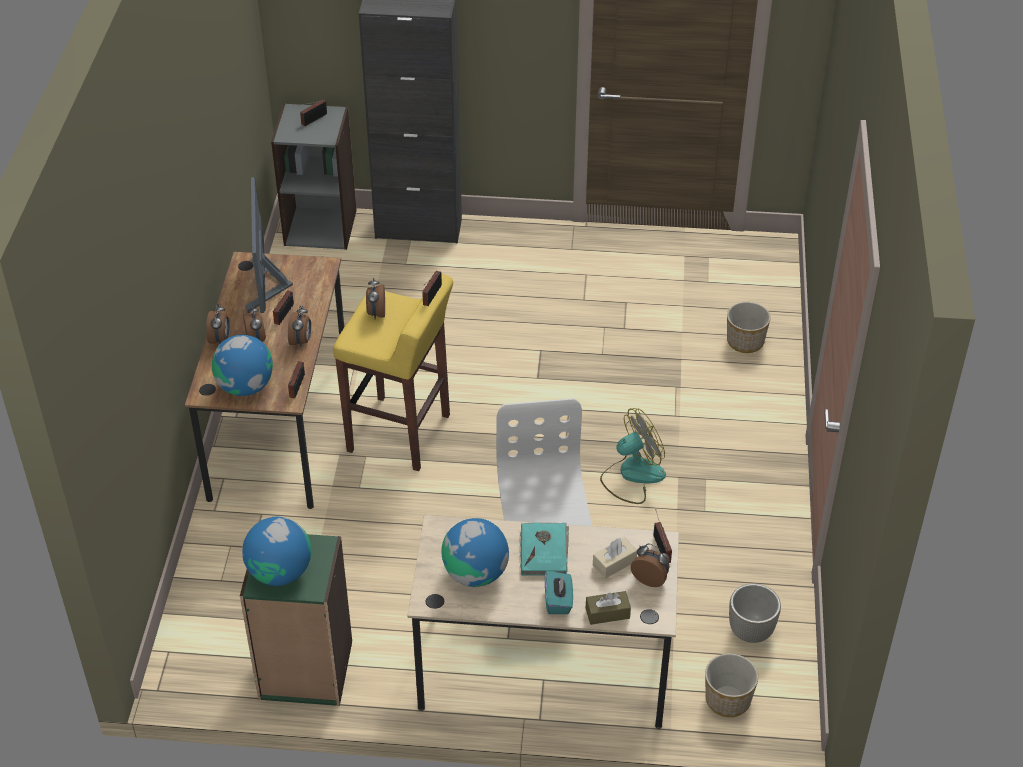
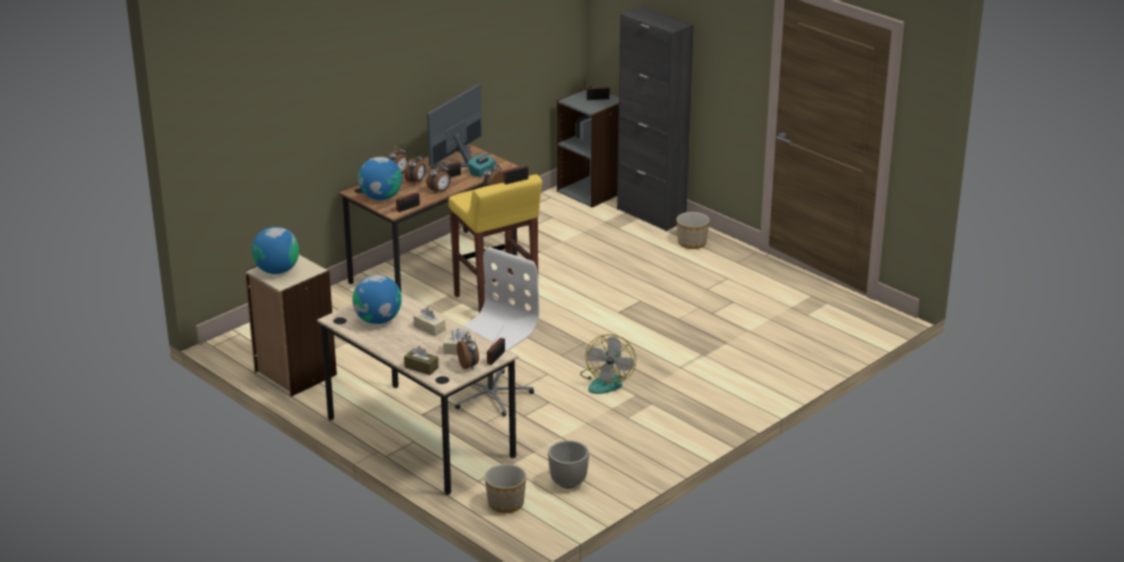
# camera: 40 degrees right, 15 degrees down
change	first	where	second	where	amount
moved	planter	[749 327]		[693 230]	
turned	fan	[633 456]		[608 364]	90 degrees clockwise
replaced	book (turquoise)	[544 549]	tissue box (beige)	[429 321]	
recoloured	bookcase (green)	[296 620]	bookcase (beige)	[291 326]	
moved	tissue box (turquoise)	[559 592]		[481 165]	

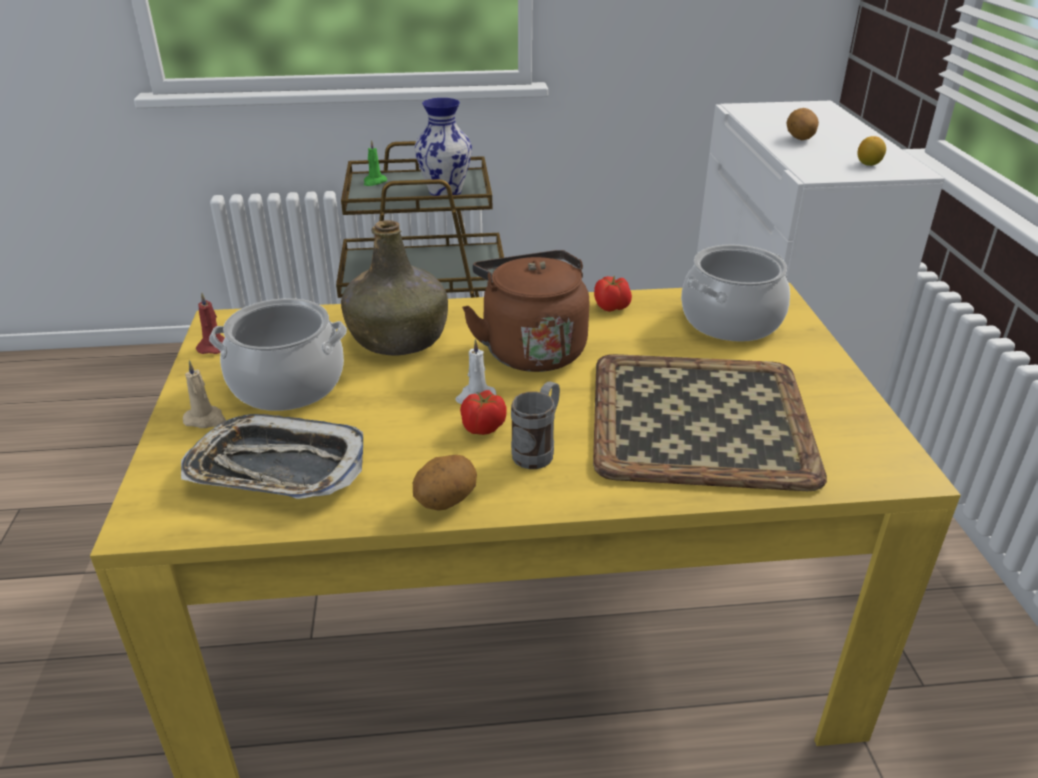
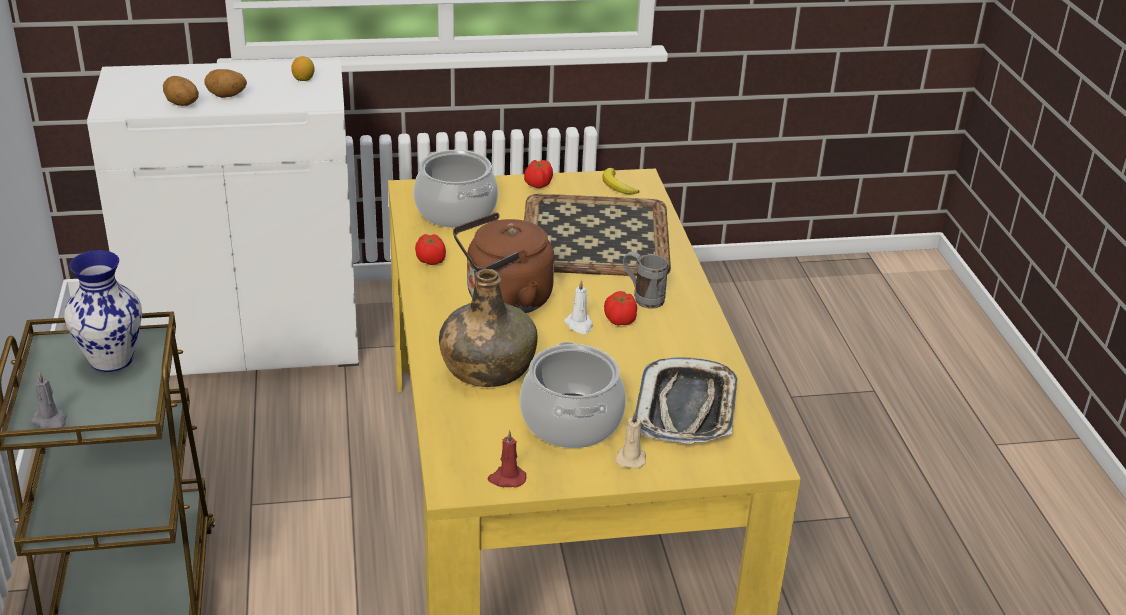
# camera: 95 degrees left, 0 degrees up
change	first	where	second	where	amount
recoloured	candle (green)	[375 163]	candle (grey)	[49 400]	
moved	potato	[445 483]		[181 91]	
added			tomato	[538 174]	
added			banana	[620 181]	

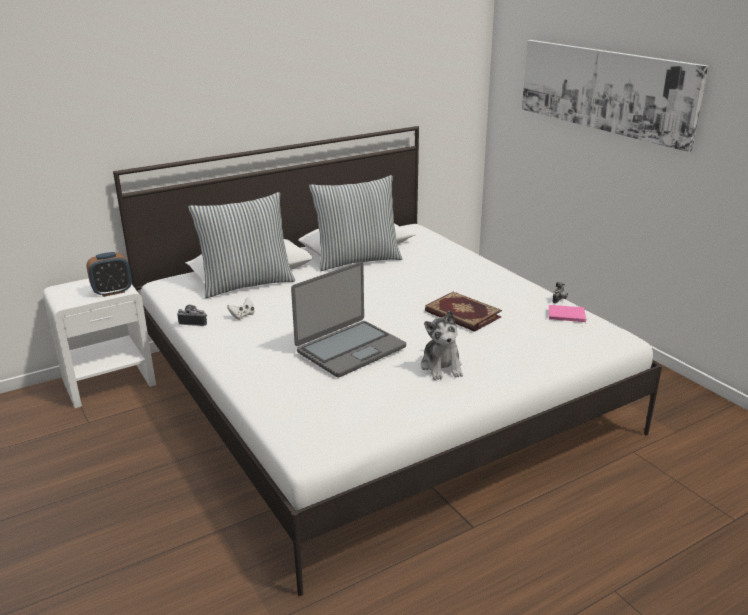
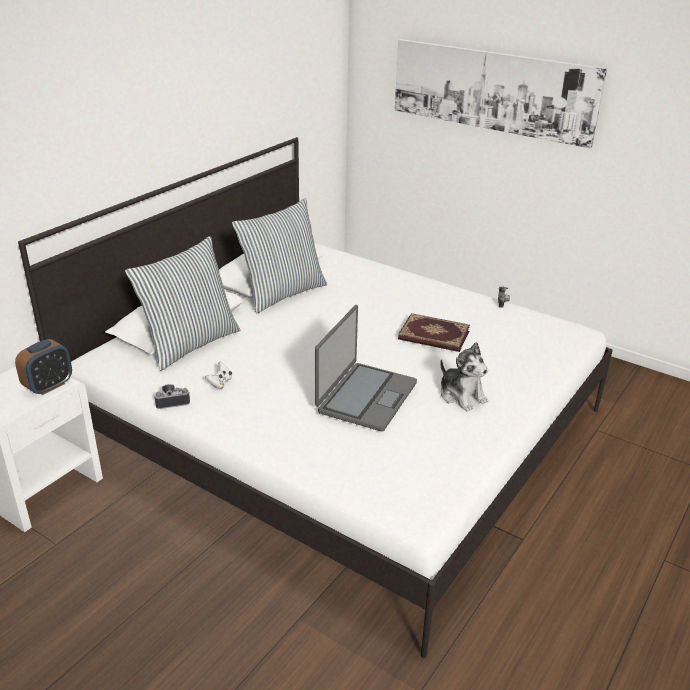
# camera: 25 degrees left, 5 degrees up
change	first	where	second	where	amount
removed	book (pink)	[568 314]			

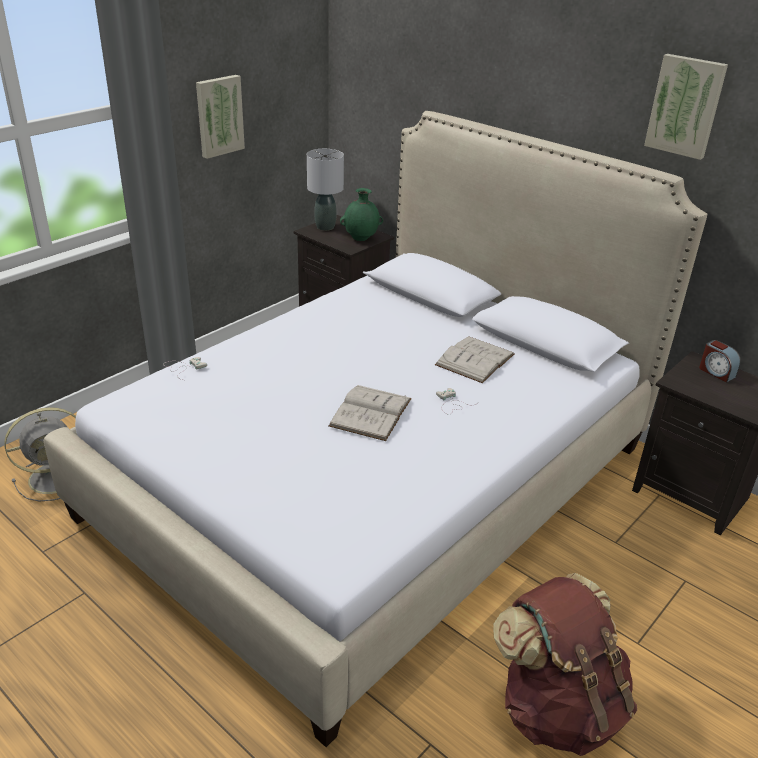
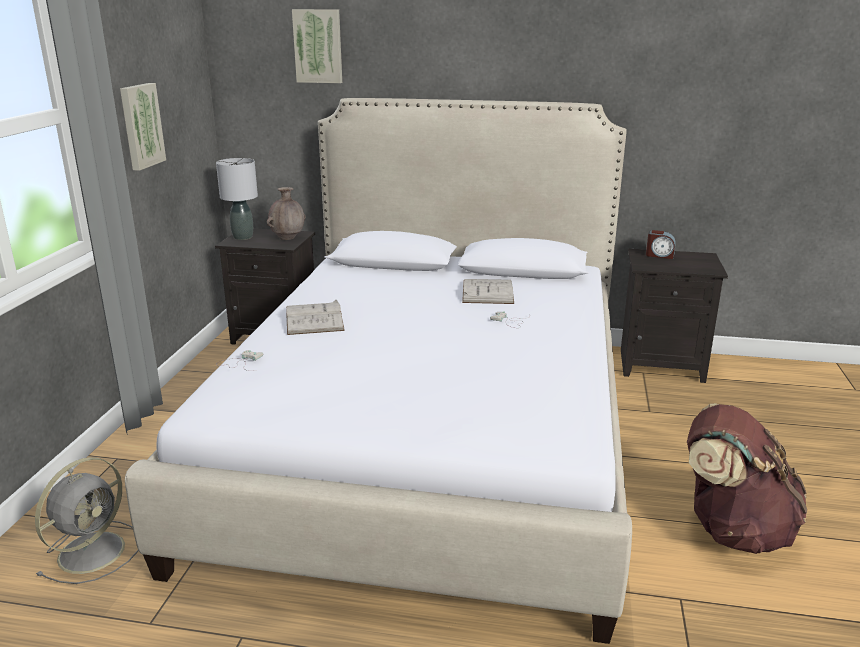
# camera: 30 degrees left, 10 degrees down
change	first	where	second	where	amount
moved	picture	[686 107]		[317 46]	
recoloured	vase (green)	[361 214]	vase (brown)	[286 213]	
moved	book (white)	[370 413]		[315 317]	

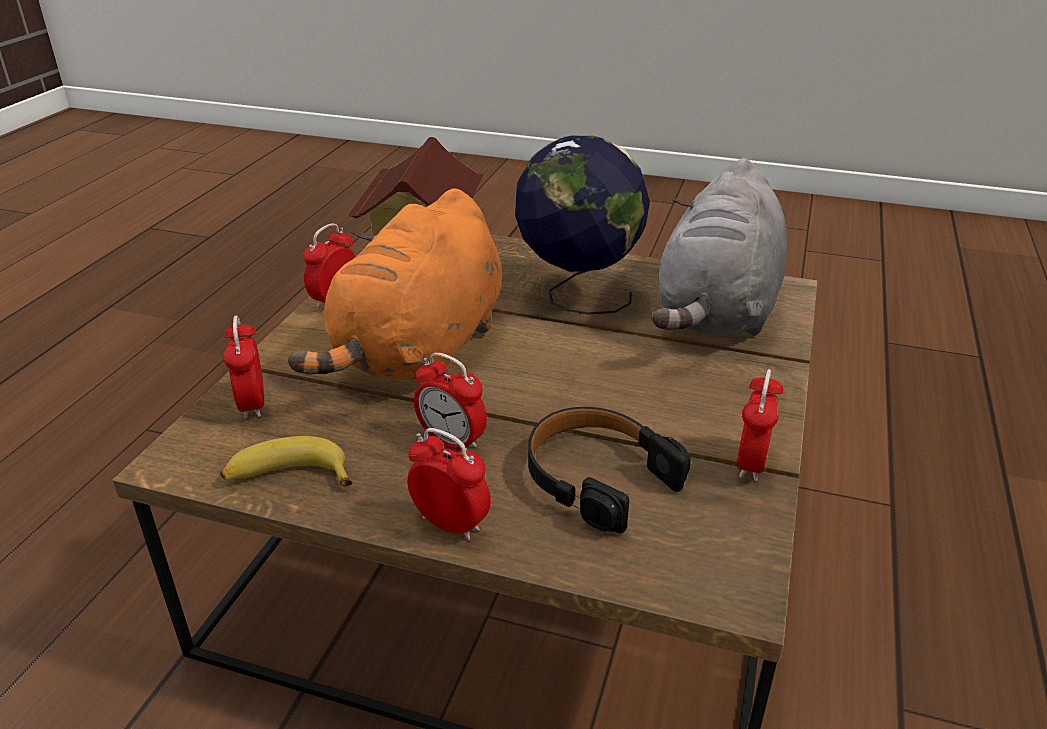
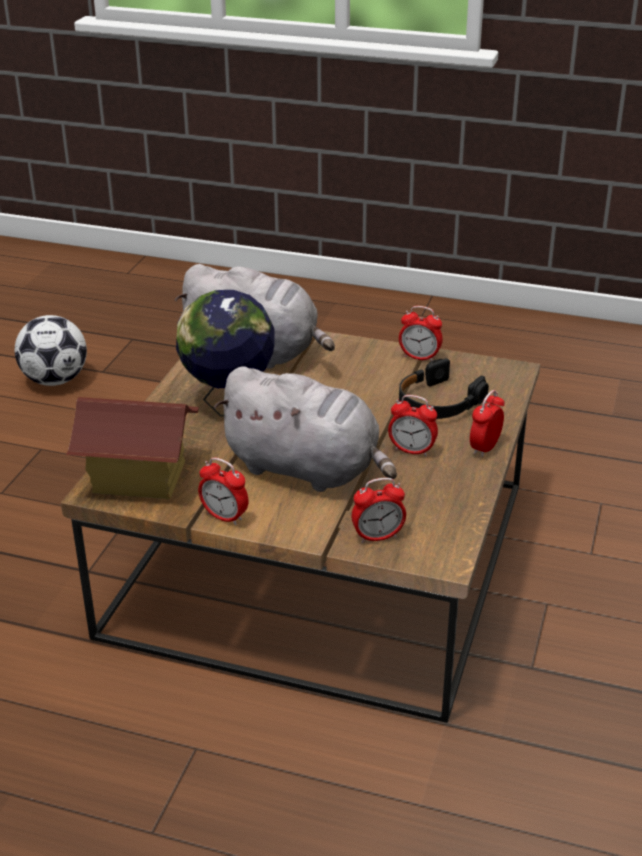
# camera: 90 degrees left, 0 degrees up
change	first	where	second	where	amount
recoloured	plush toy (orange)	[395 284]	plush toy (grey)	[305 429]	
turned	alarm clock	[450 401]		[413 425]	75 degrees clockwise
removed	banana	[286 461]			
added			football	[51 350]	

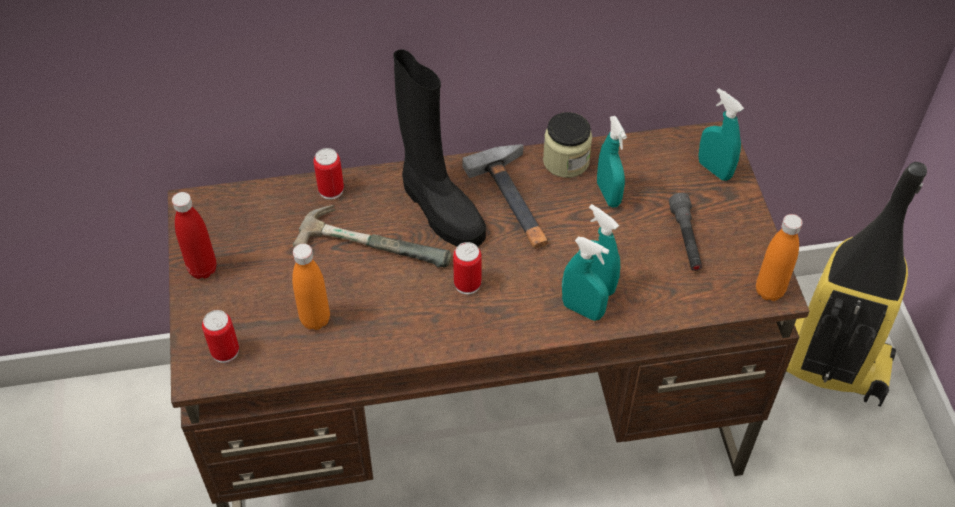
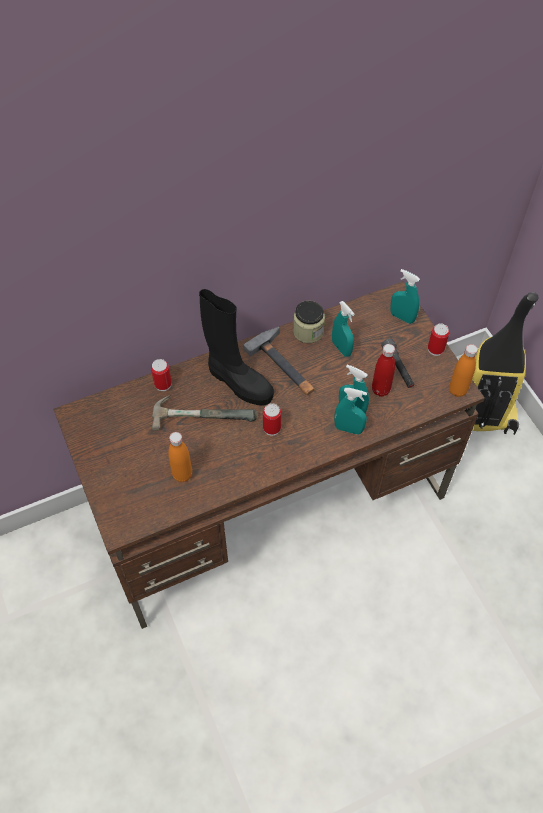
# camera: 15 degrees left, 5 degrees up
change	first	where	second	where	amount
moved	bottle (red)	[194 235]		[383 370]	
moved	can	[220 336]		[438 339]	

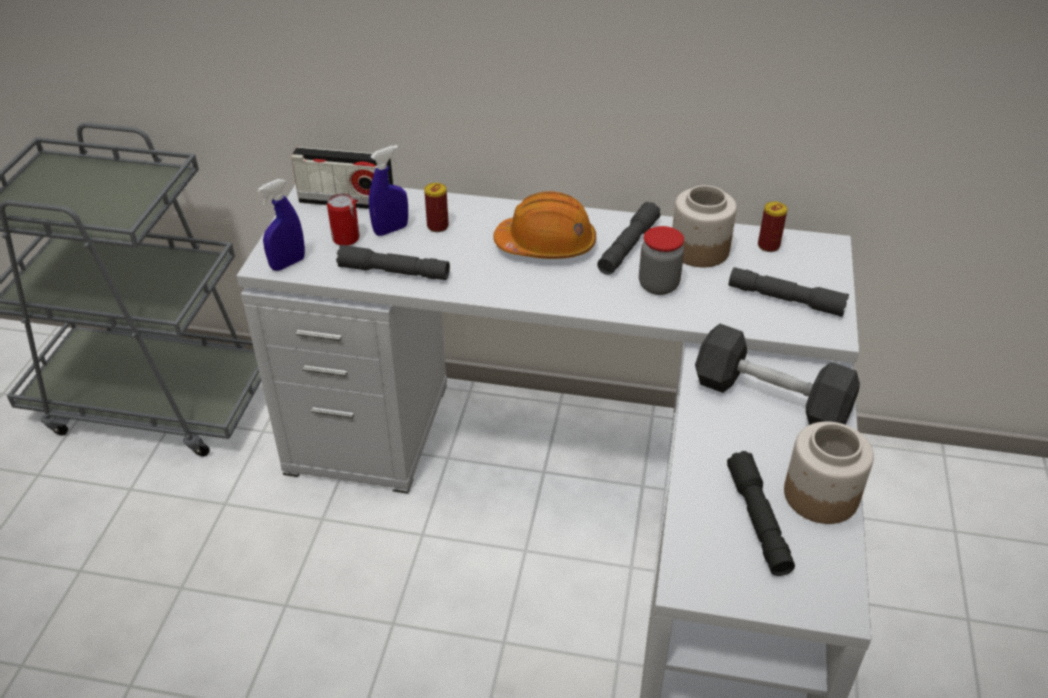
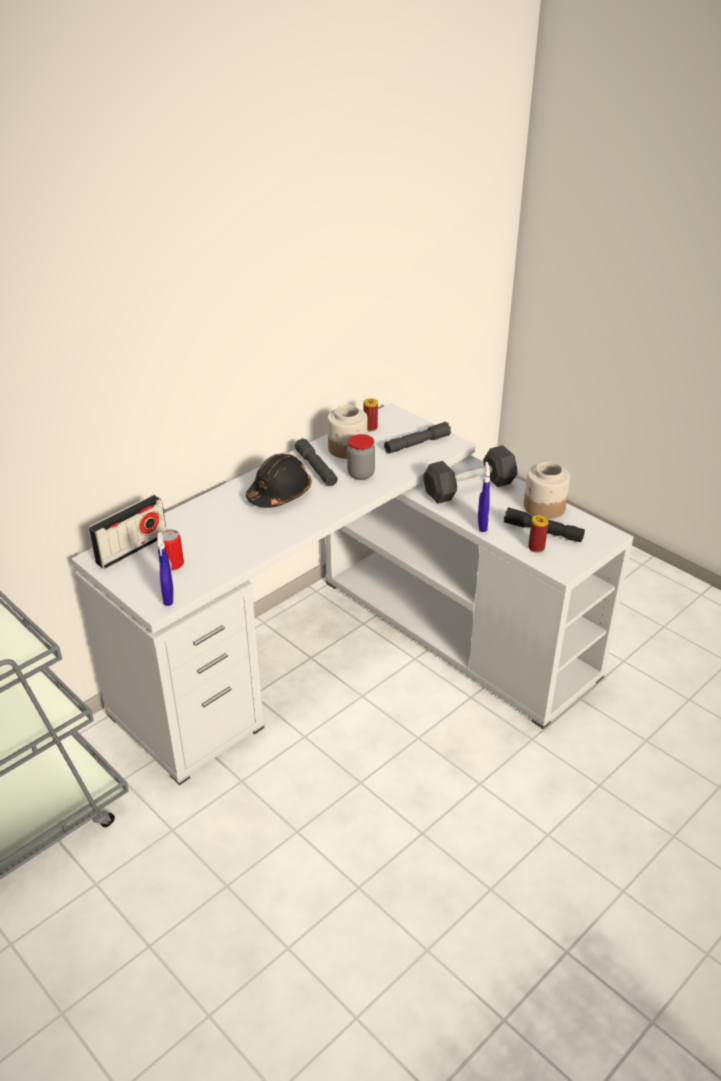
# camera: 55 degrees left, 5 degrees down
change	first	where	second	where	amount
moved	spray bottle (blue)	[388 190]		[484 497]	
moved	can	[436 207]		[538 534]	
recoloured	hard hat (orange)	[544 225]	hard hat (black)	[279 480]	
removed	flashlight (grey)	[393 262]			

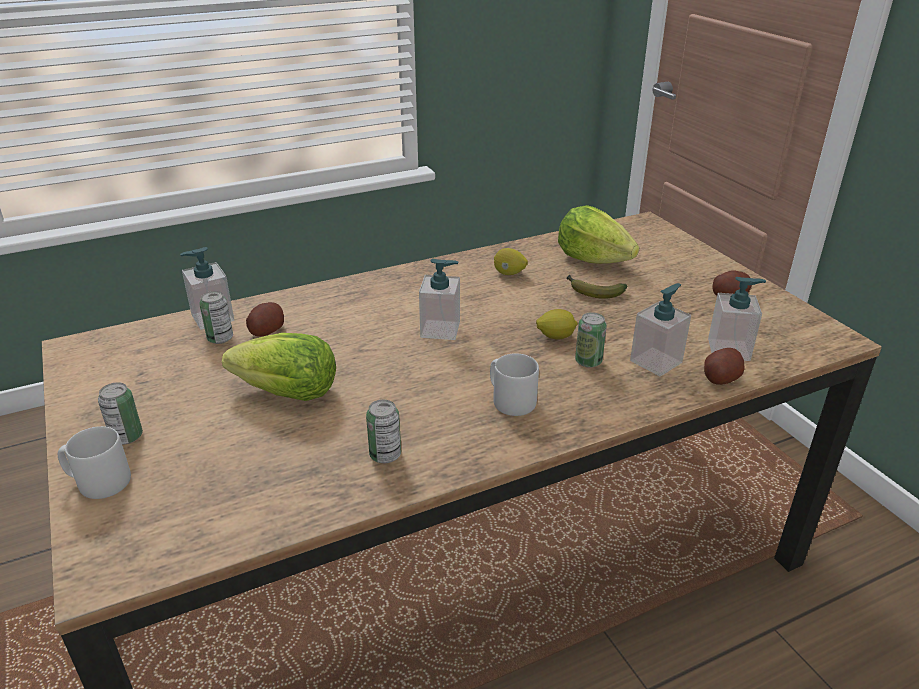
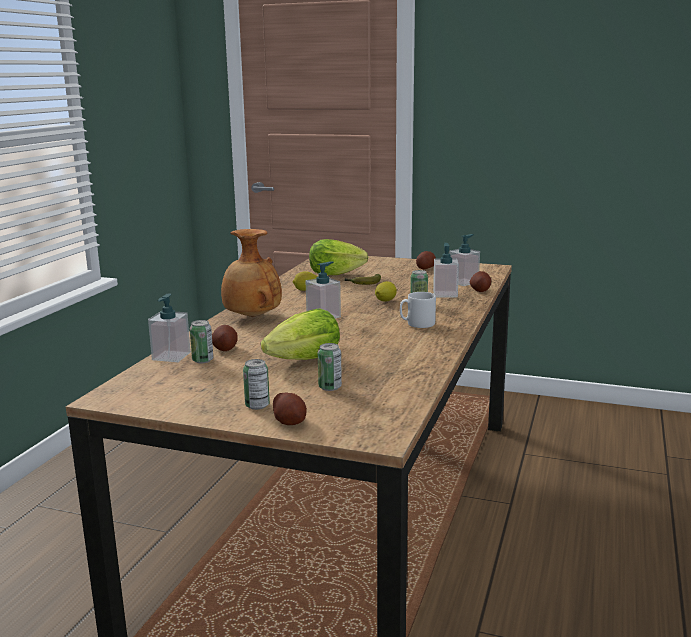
# camera: 45 degrees left, 15 degrees down
change	first	where	second	where	amount
moved	can	[383 431]		[330 367]	
replaced	mug (grey)	[94 462]	potato	[290 408]	
added			vase (brown)	[251 273]	

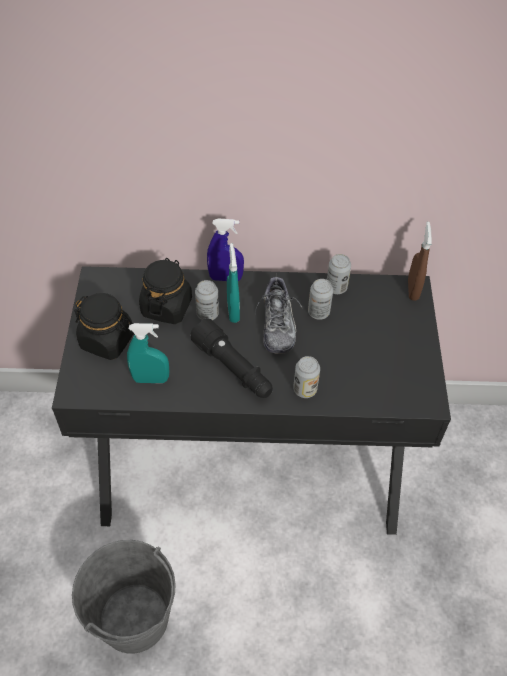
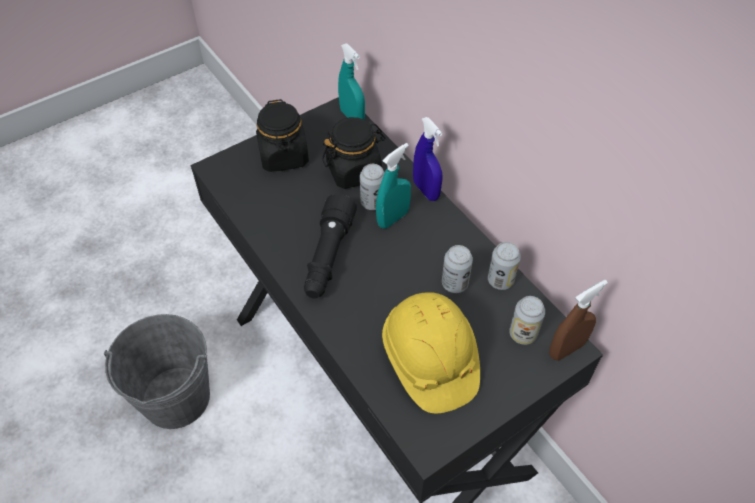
# camera: 55 degrees right, 0 degrees up
change	first	where	second	where	amount
removed	shoe	[278 314]			
moved	spray bottle (turquoise)	[148 353]		[351 82]	
moved	can	[306 377]		[527 320]	
added			hard hat (yellow)	[431 352]	

